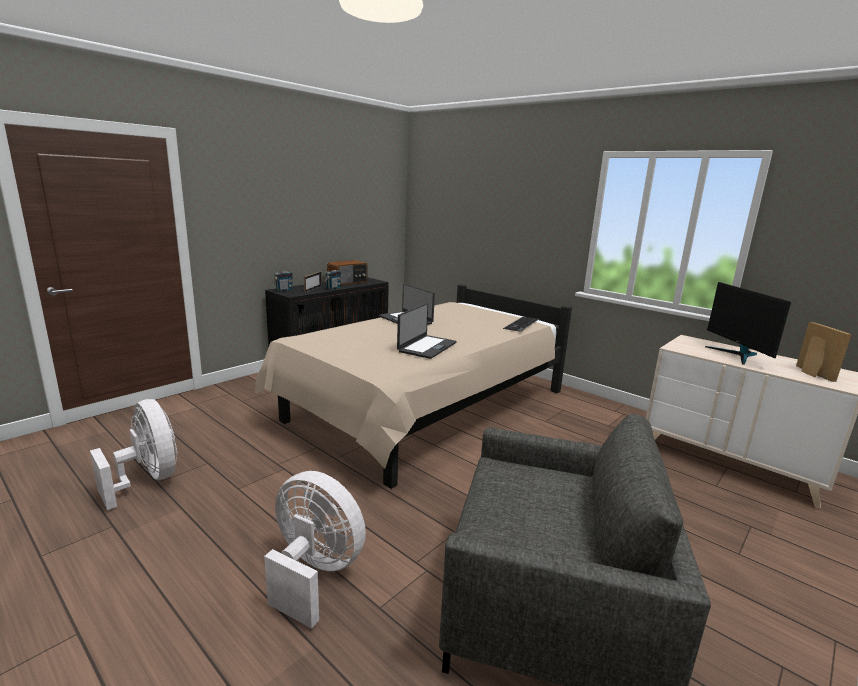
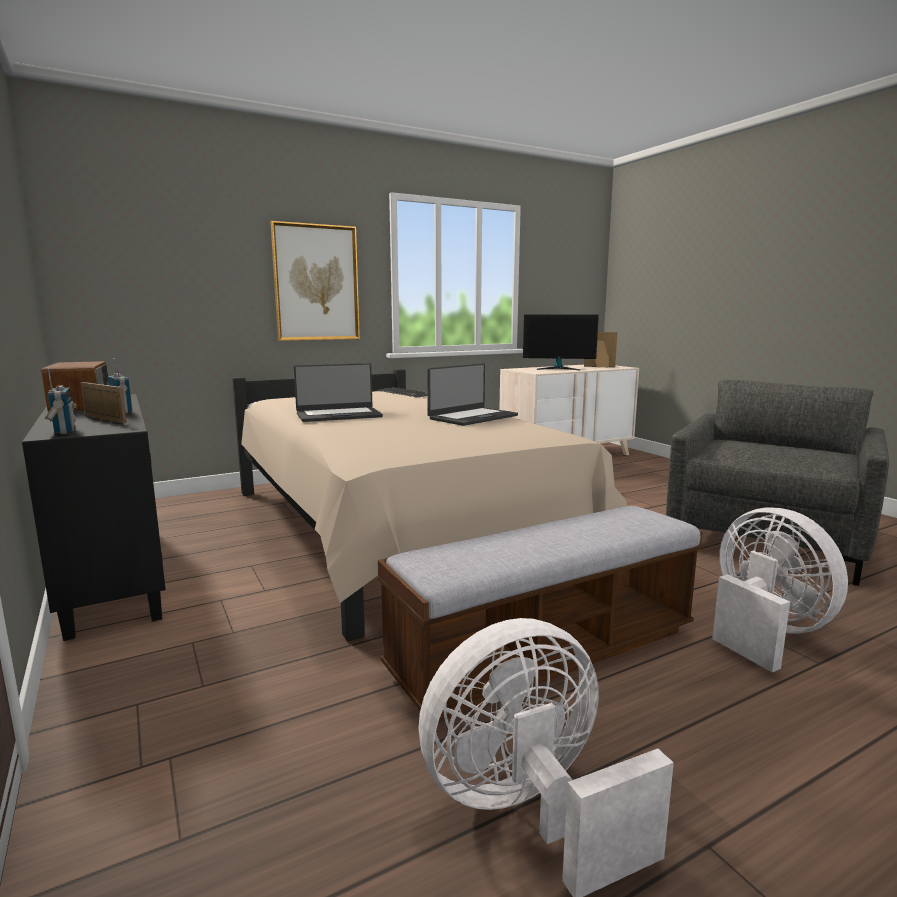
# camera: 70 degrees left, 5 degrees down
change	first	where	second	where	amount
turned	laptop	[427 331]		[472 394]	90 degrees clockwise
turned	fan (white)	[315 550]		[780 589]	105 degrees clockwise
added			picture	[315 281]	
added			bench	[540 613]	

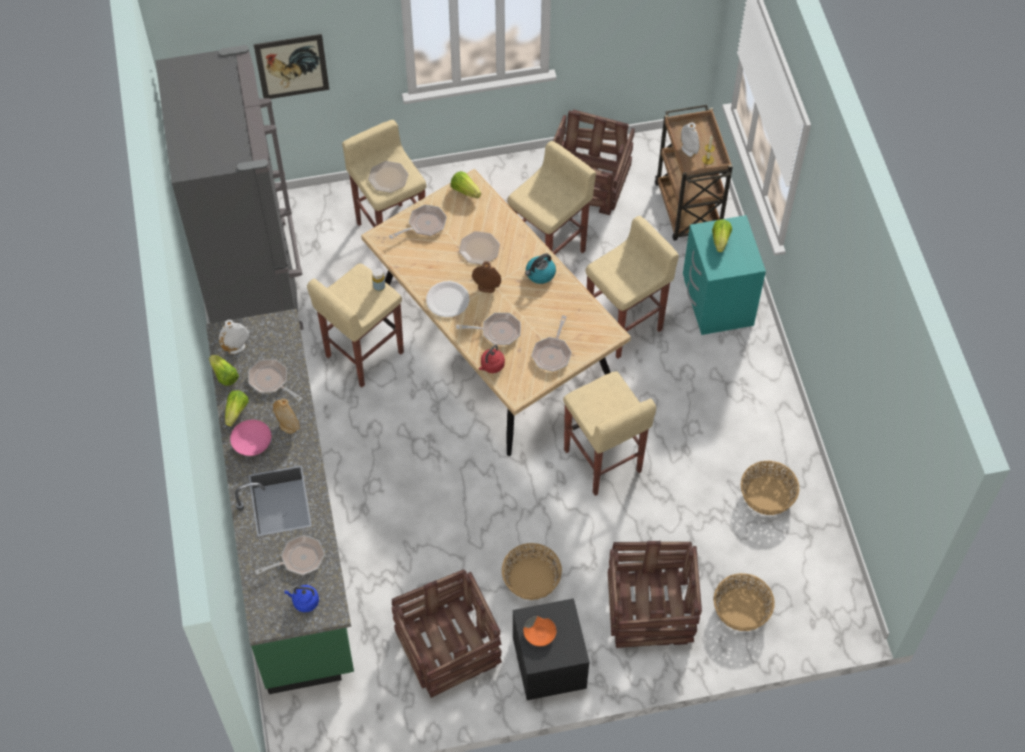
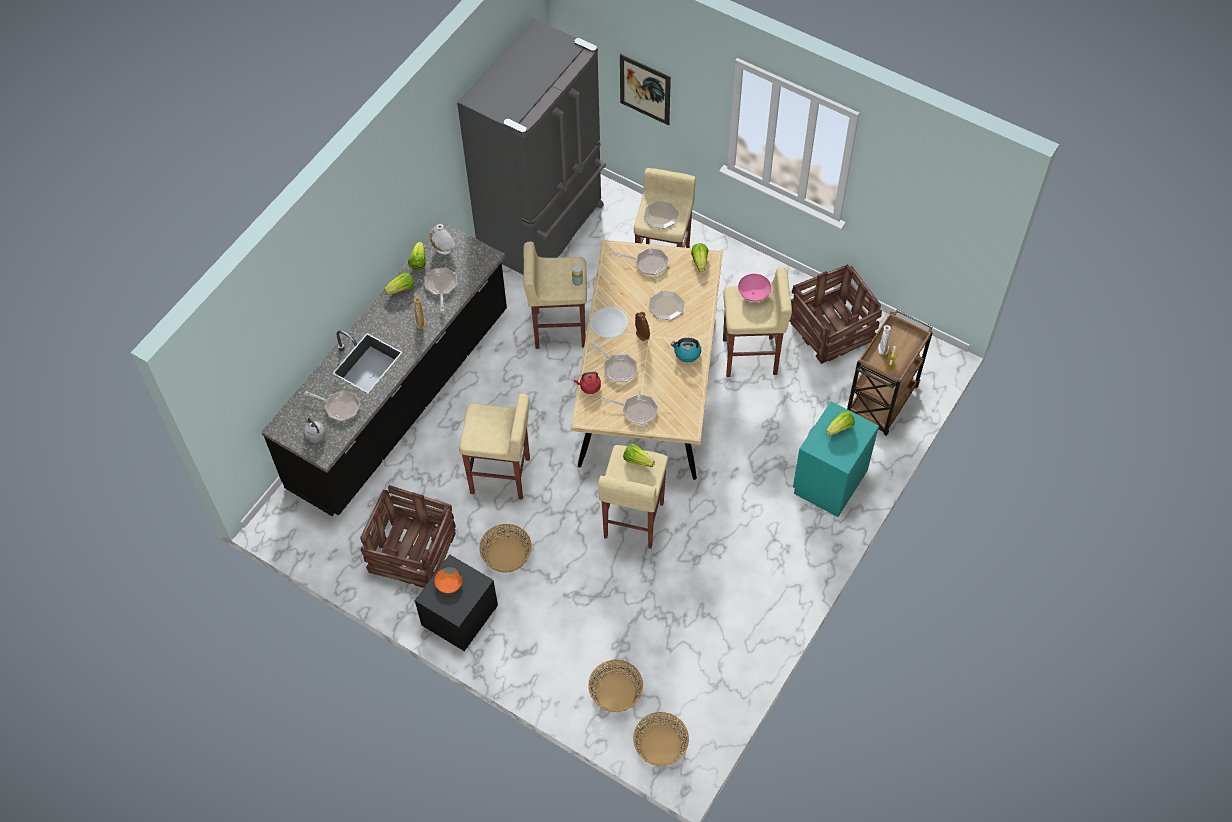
# camera: 45 degrees right, 0 degrees up
change	first	where	second	where	amount
moved	stool (beige)	[632 287]		[494 446]	
recoloured	counter (green)	[280 501]	counter (black)	[384 369]	
turned	frying pan	[551 343]		[629 409]	135 degrees counterclockwise
moved	bowl (pink)	[250 438]		[754 288]	
moved	basket	[770 488]		[661 739]	
removed	crate	[655 594]			
recoloured	kettle (blue)	[301 598]	kettle (grey)	[314 429]	
added			lettuce	[639 455]	

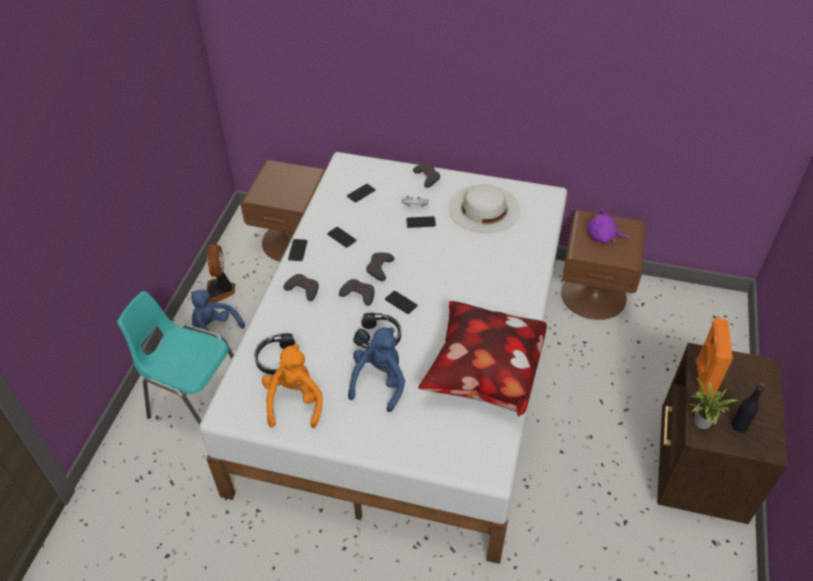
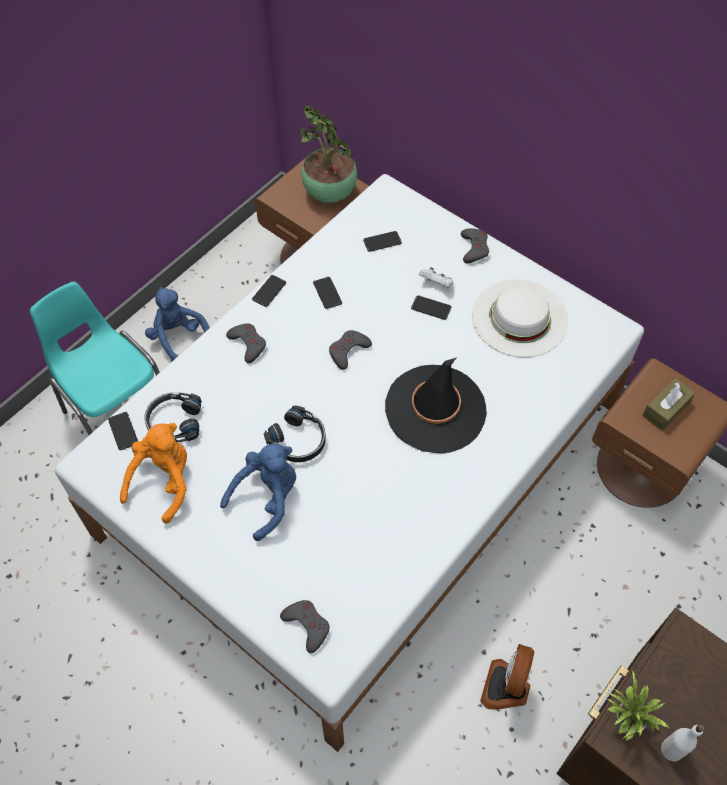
# camera: 25 degrees right, 10 degrees up
change	first	where	second	where	amount
replaced	plush toy (purple)	[608 225]	tissue box (brown)	[668 404]	
moved	fan	[221 273]		[507 677]	
moved	game controller (grey)	[357 292]		[305 626]	
moved	phone	[401 302]		[123 431]	
removed	pillow	[482 359]			
removed	speaker (orange)	[714 358]			
recoloured	bottle (black)	[747 408]	bottle (white)	[683 742]	
added			potted plant	[328 154]	
added			hat (black)	[436 406]	

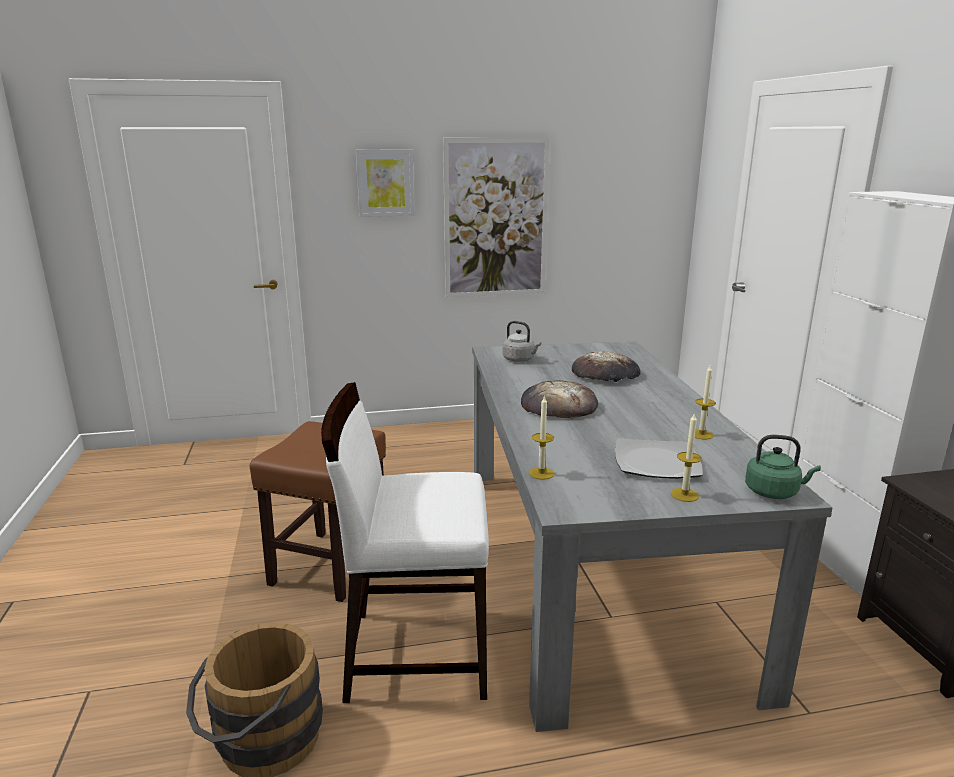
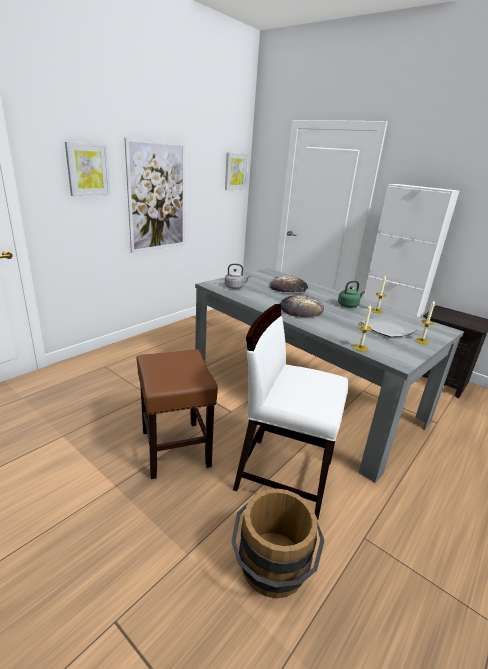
# camera: 40 degrees left, 5 degrees up
change	first	where	second	where	amount
turned	chair (white)	[405 542]		[290 411]	60 degrees clockwise
moved	kettle (green)	[783 467]		[351 294]	
added			picture	[236 171]	

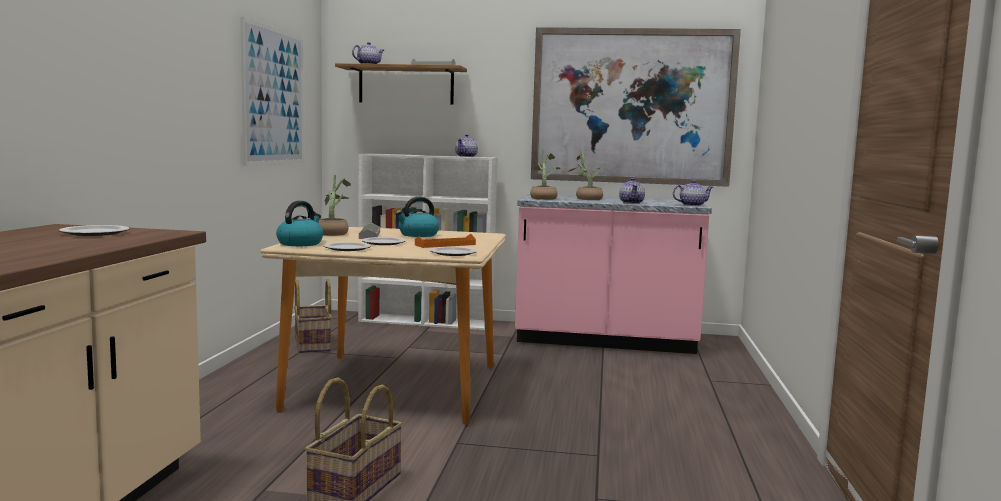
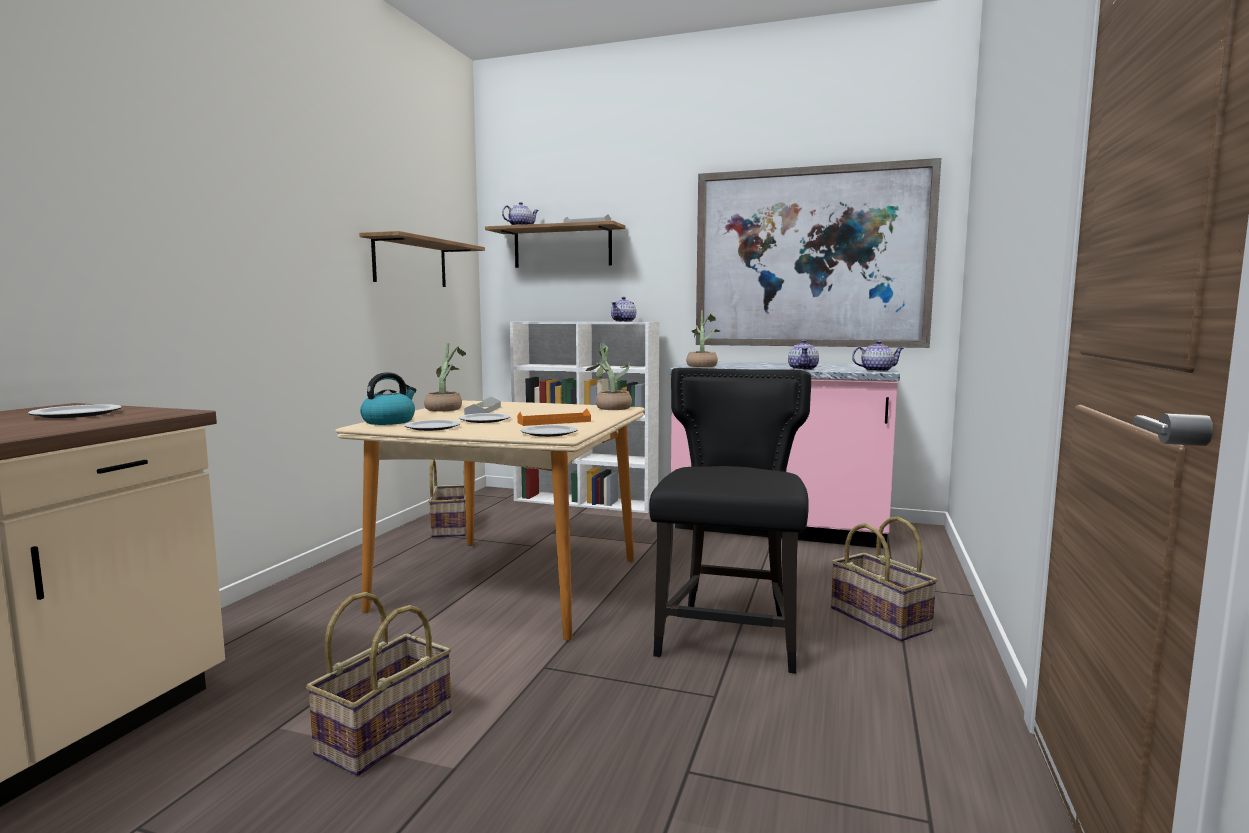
# camera: 10 degrees right, 0 degrees up
change	first	where	second	where	amount
replaced	picture	[272 91]	shelf	[422 259]	
moved	potted plant	[586 175]		[609 376]	
removed	kettle	[417 217]			
added			chair (black)	[730 521]	
added			basket	[884 579]	

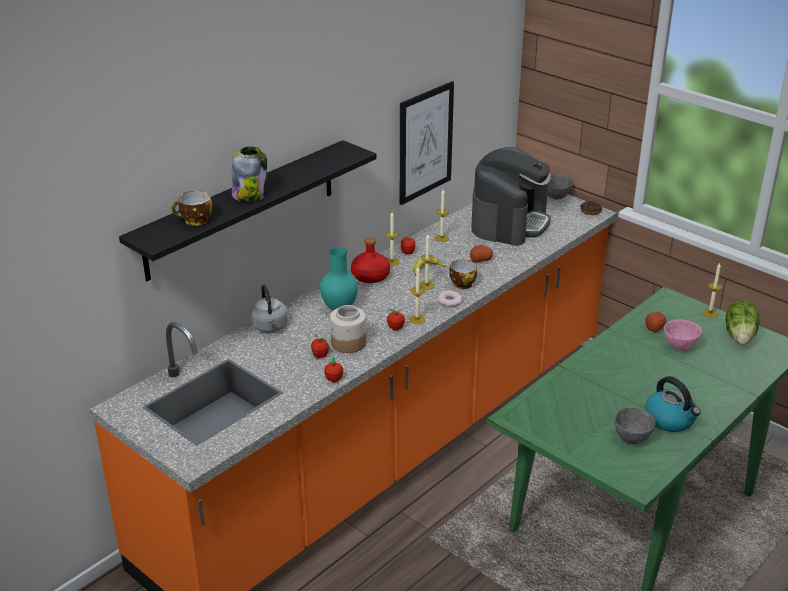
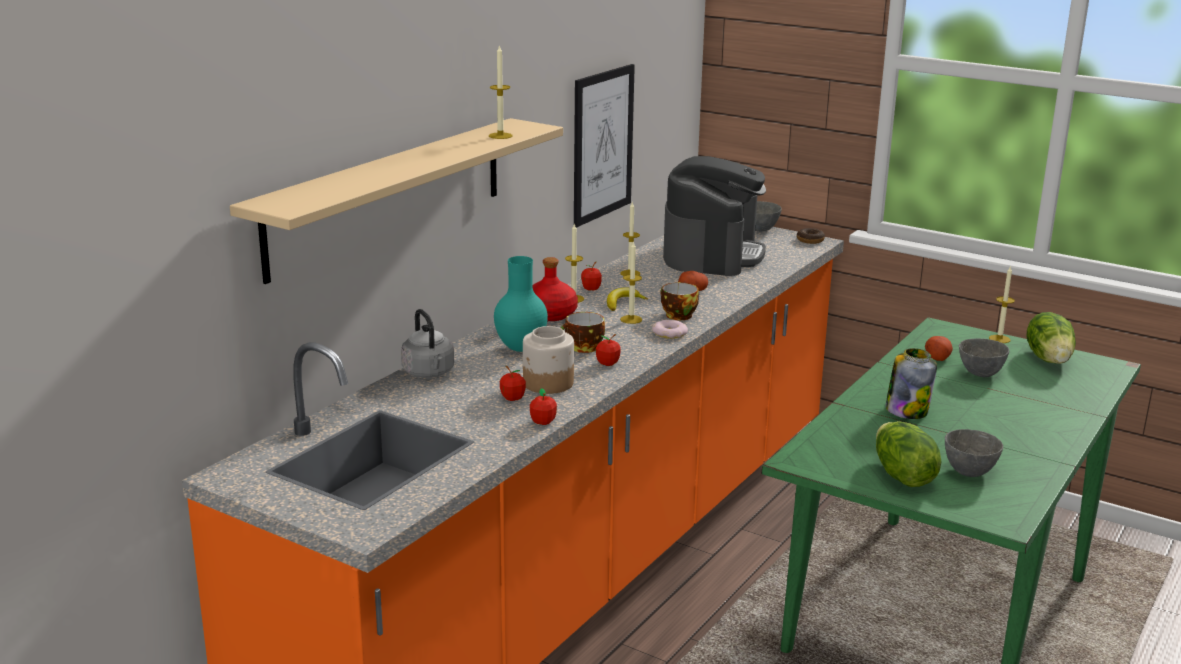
# camera: 10 degrees left, 10 degrees down
change	first	where	second	where	amount
recoloured	shelf (black)	[247 210]	shelf (beige)	[396 201]	
moved	jar	[249 174]		[911 383]	
moved	cup	[192 208]		[582 332]	
moved	candle	[417 295]		[501 92]	
recoloured	bowl (pink)	[683 335]	bowl (grey)	[984 357]	
removed	kettle	[673 404]			
added			lettuce	[908 454]	

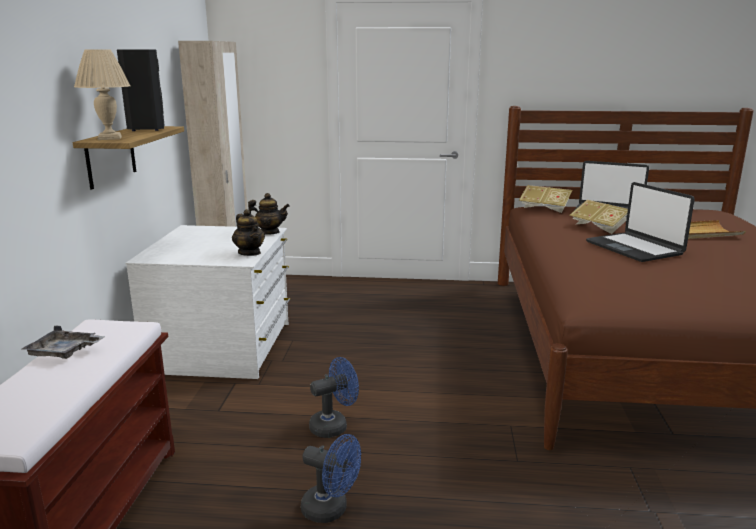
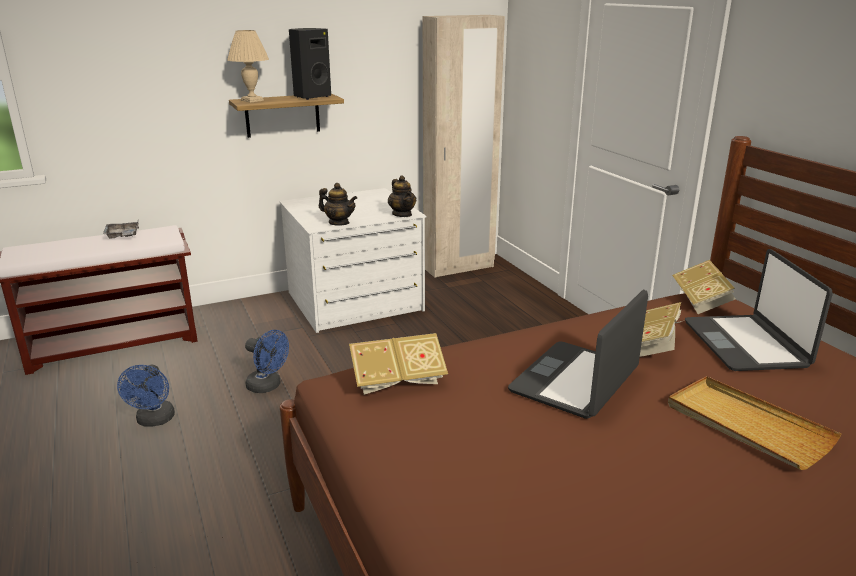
# camera: 60 degrees right, 5 degrees up
change	first	where	second	where	amount
turned	teapot	[248 232]		[338 204]	90 degrees counterclockwise
added			book	[398 364]	

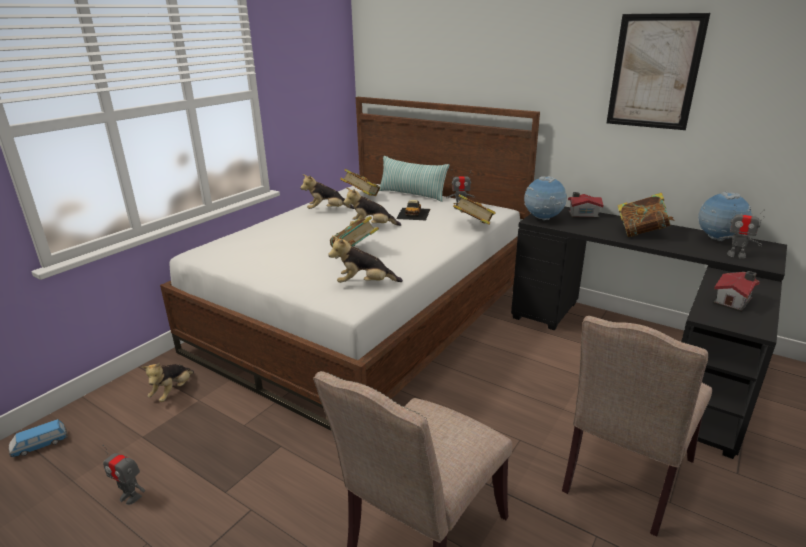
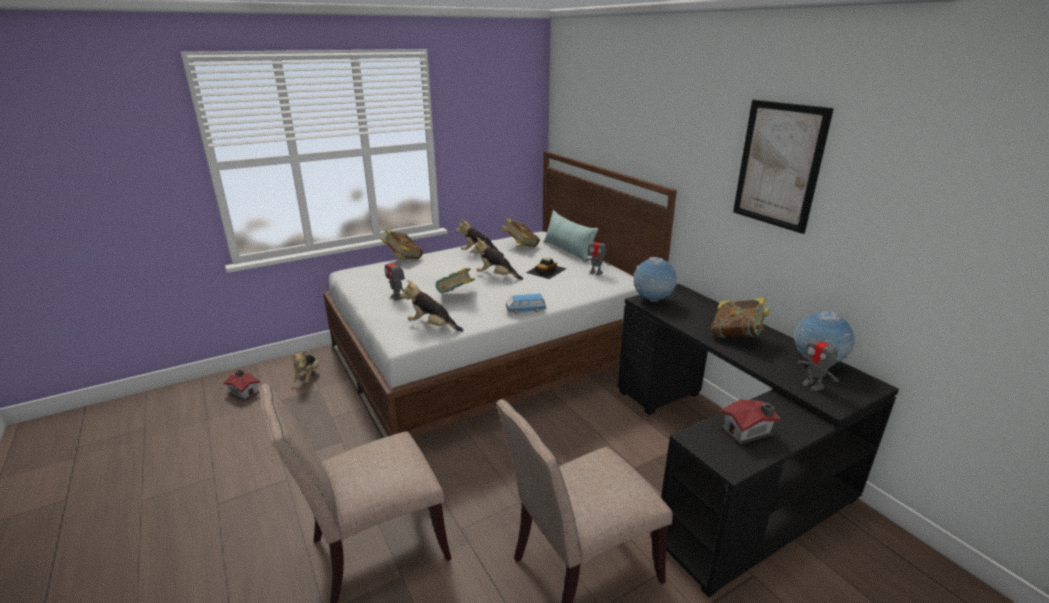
# camera: 25 degrees right, 0 degrees up
change	first	where	second	where	amount
moved	toy house	[585 205]		[241 385]	
moved	book	[474 209]		[402 244]	
turned	plush toy	[168 382]		[305 367]	45 degrees counterclockwise
moved	toy car	[38 438]		[526 304]	
moved	toy robot	[123 475]		[395 280]	

